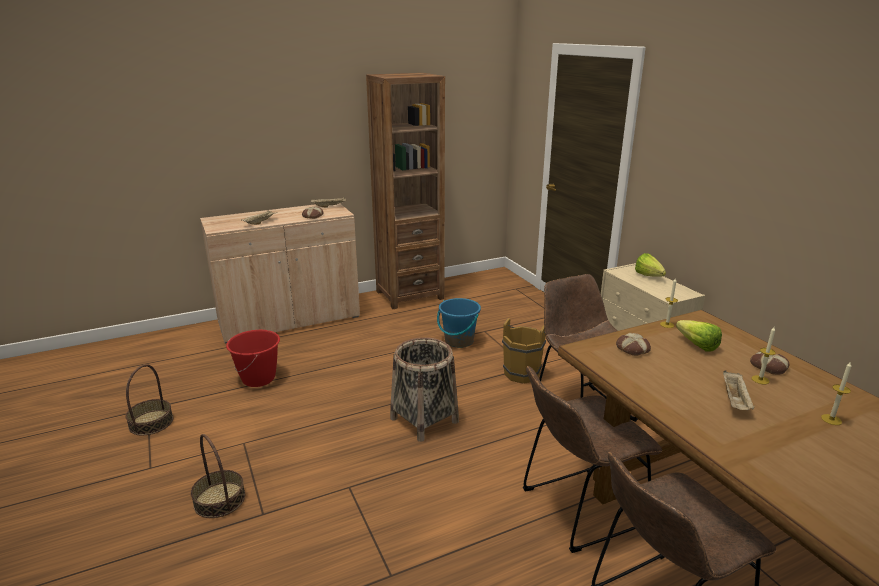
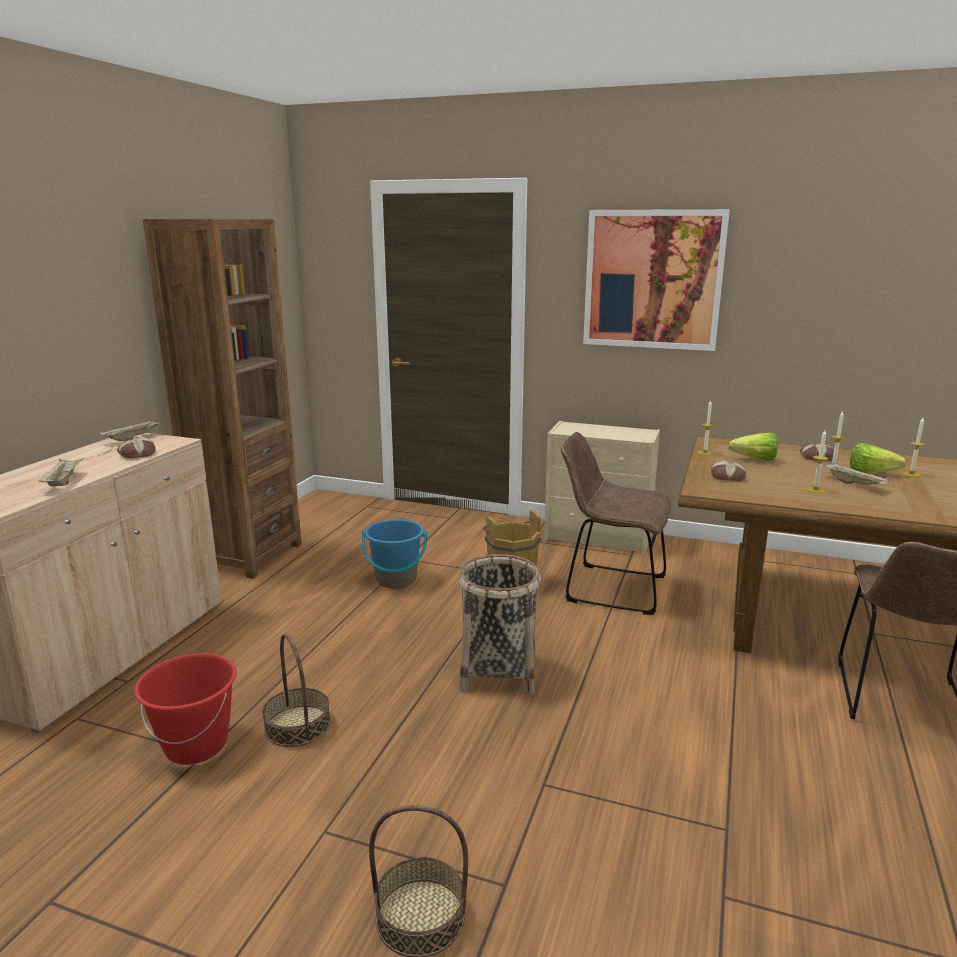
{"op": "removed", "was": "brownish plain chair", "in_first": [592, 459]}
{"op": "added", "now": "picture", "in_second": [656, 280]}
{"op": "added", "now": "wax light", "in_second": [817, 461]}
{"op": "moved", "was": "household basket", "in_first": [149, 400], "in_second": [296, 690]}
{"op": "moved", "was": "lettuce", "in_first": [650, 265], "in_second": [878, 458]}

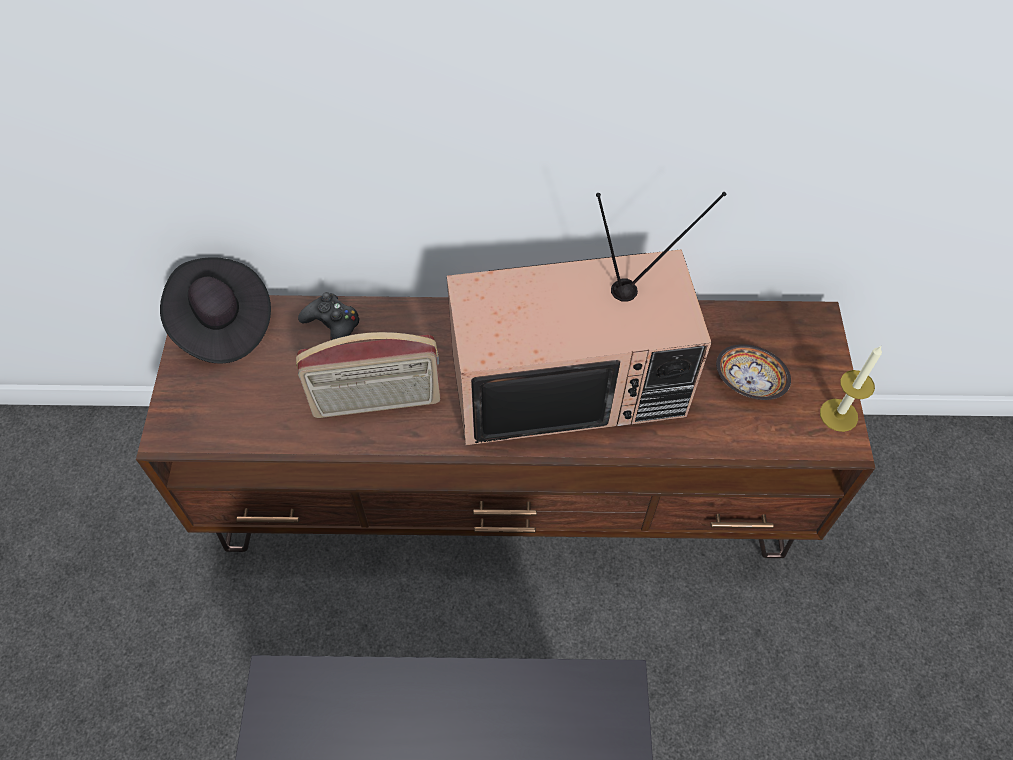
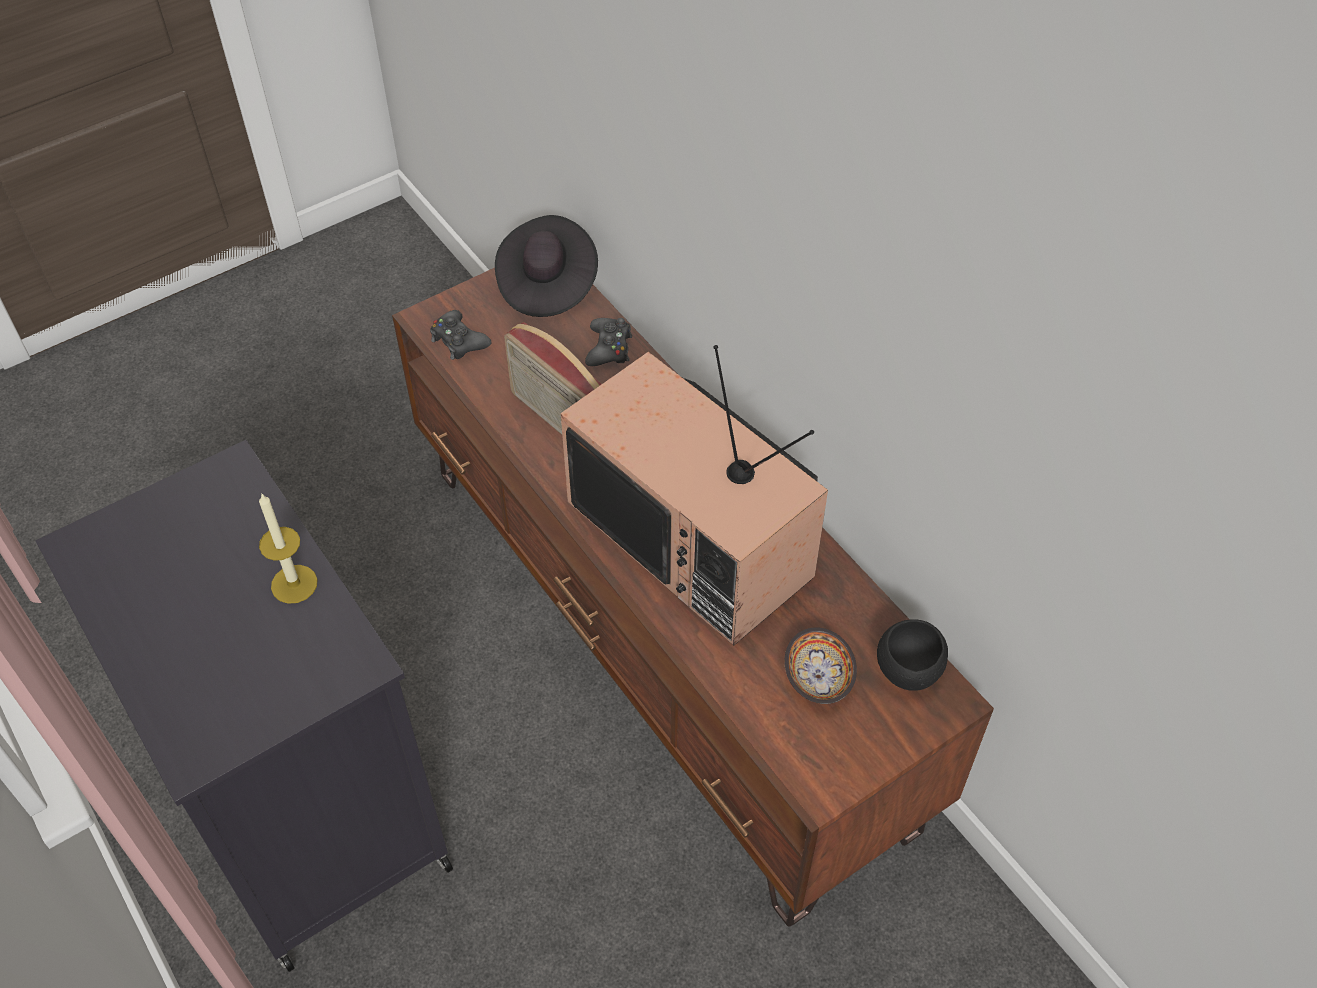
{"op": "added", "now": "blackish game controller", "in_second": [461, 335]}
{"op": "added", "now": "blackish deep dish", "in_second": [912, 655]}
{"op": "moved", "was": "wax light", "in_first": [851, 388], "in_second": [288, 548]}

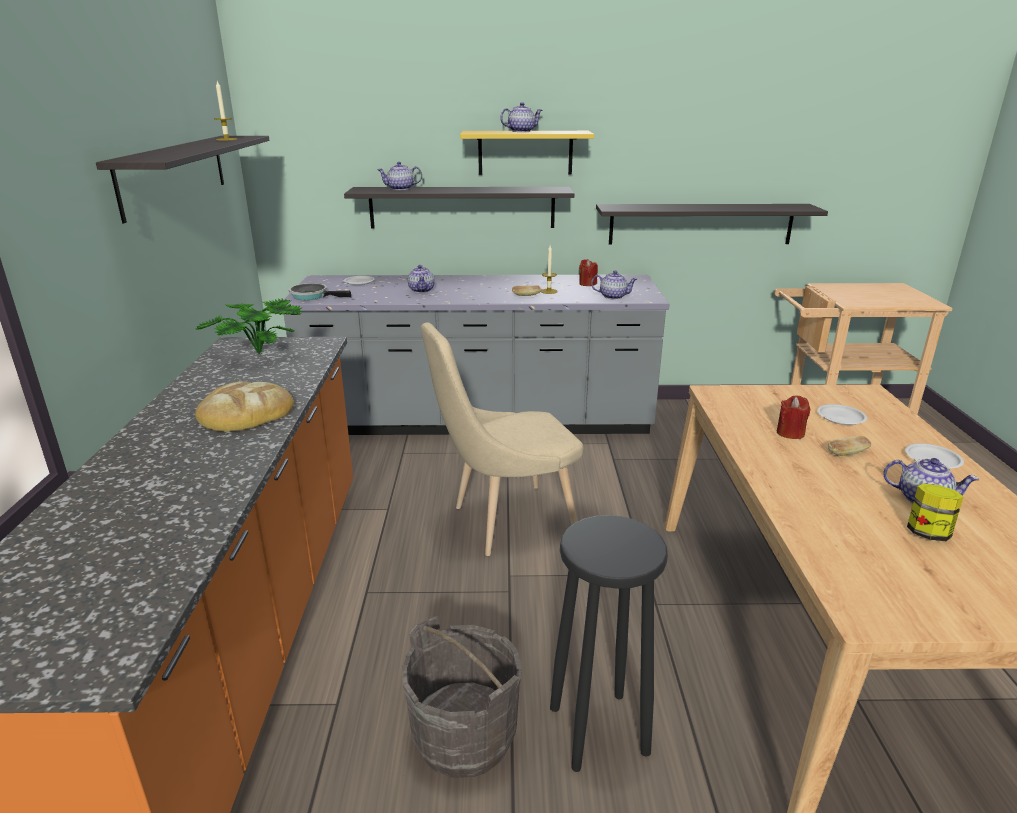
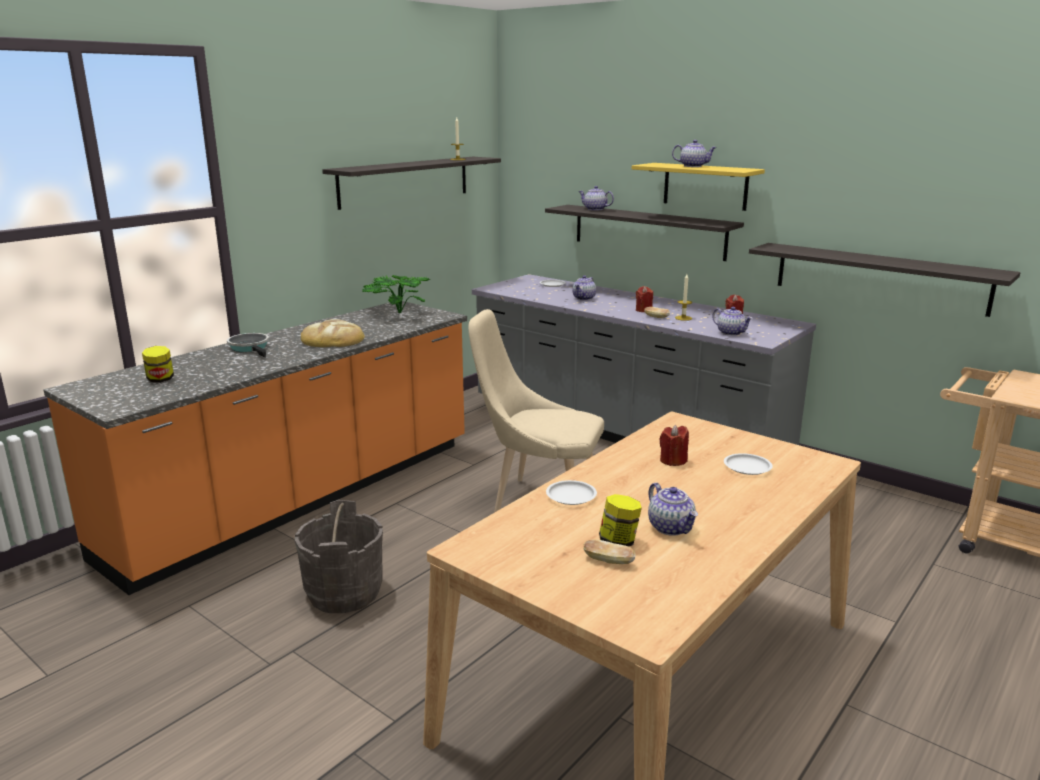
{"op": "removed", "was": "blackish sitting stool", "in_first": [609, 643]}
{"op": "added", "now": "jar", "in_second": [158, 364]}
{"op": "added", "now": "red-coloured wax light", "in_second": [644, 299]}
{"op": "moved", "was": "skillet", "in_first": [320, 291], "in_second": [248, 345]}
{"op": "moved", "was": "baked bread", "in_first": [849, 446], "in_second": [610, 551]}
{"op": "moved", "was": "white plate", "in_first": [934, 456], "in_second": [571, 492]}

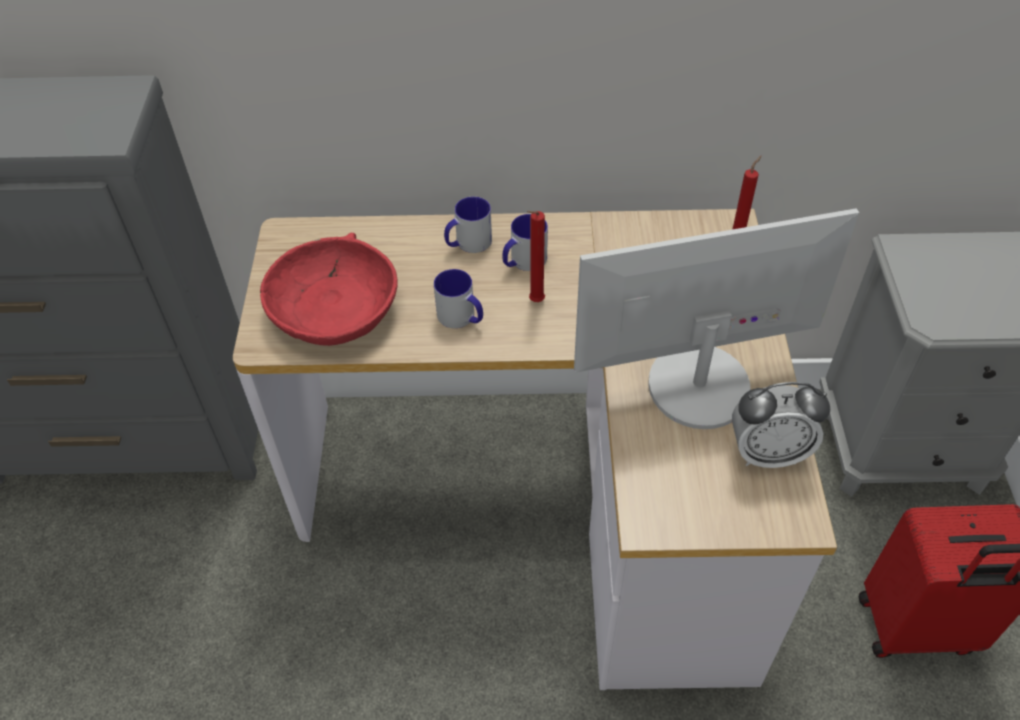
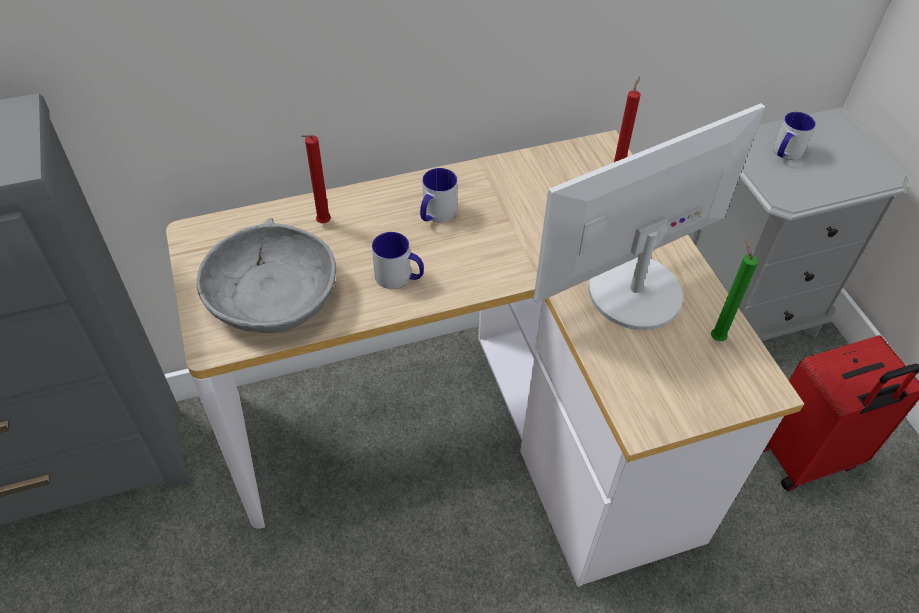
{"op": "moved", "was": "coffee mug", "in_first": [468, 225], "in_second": [794, 136]}
{"op": "moved", "was": "red-coloured wax light", "in_first": [536, 256], "in_second": [316, 179]}
{"op": "replaced", "was": "bedside clock", "now": "green wax light", "in_first": [781, 425], "in_second": [734, 290]}
{"op": "recoloured", "was": "red-coloured deep dish", "now": "gray deep dish", "in_first": [329, 289], "in_second": [266, 275]}

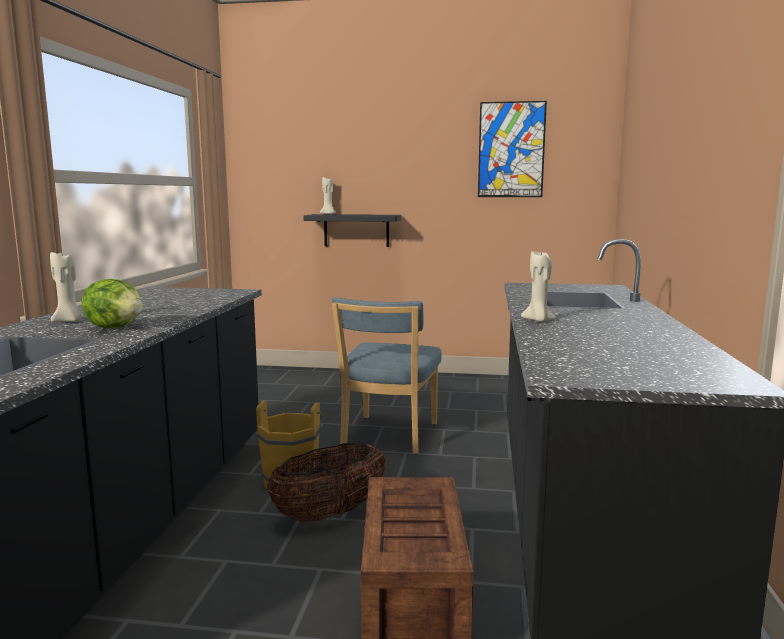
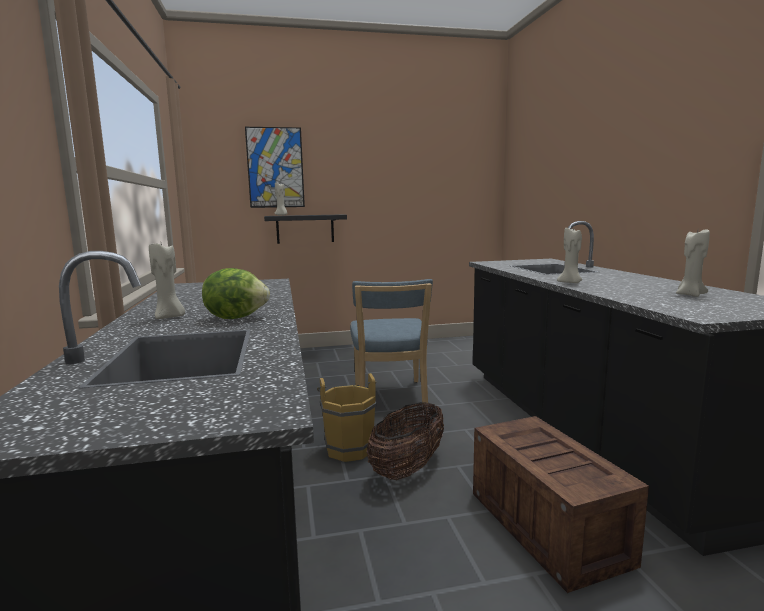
{"op": "added", "now": "sand-coloured wax light", "in_second": [693, 263]}
{"op": "moved", "was": "picture", "in_first": [512, 149], "in_second": [275, 167]}

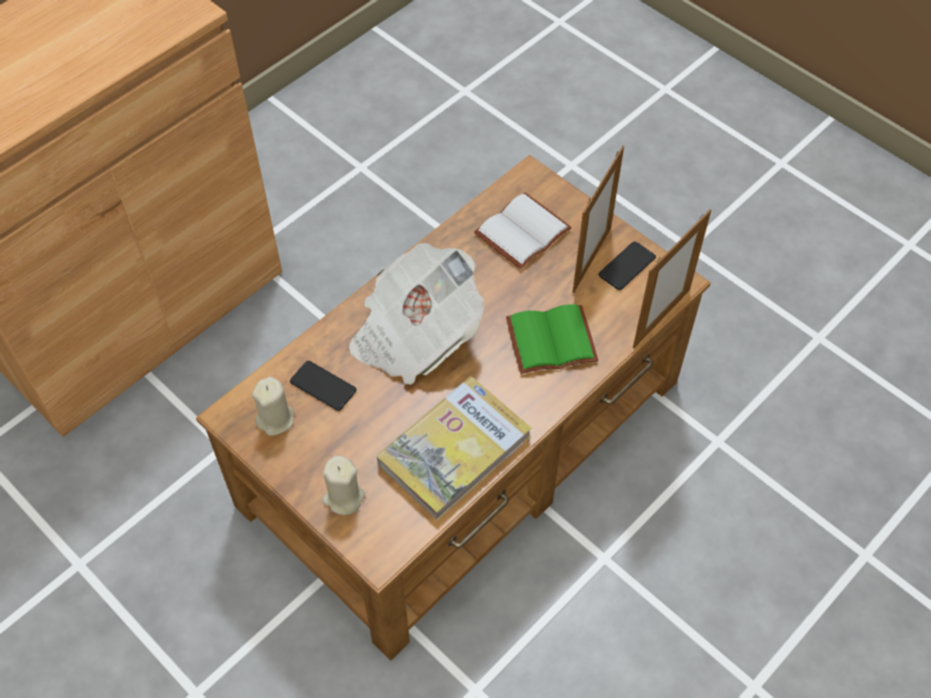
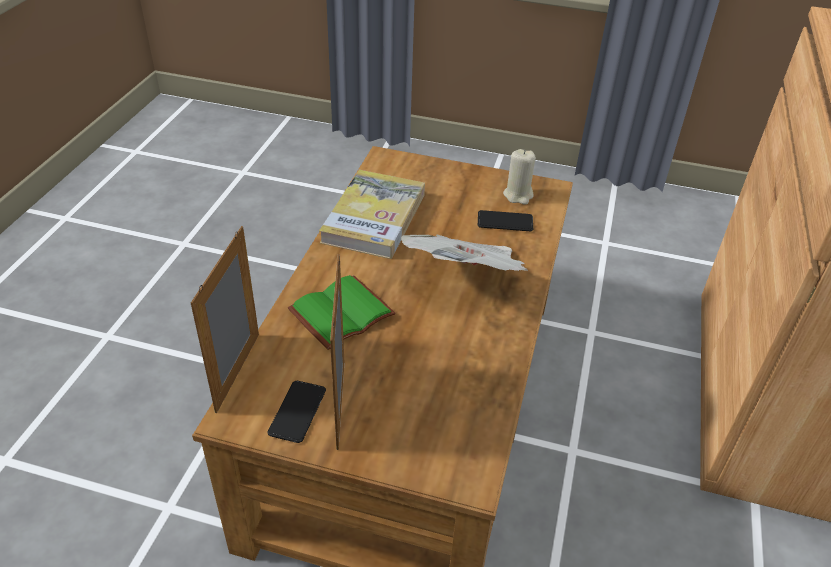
{"op": "removed", "was": "sand-coloured wax light", "in_first": [343, 485]}
{"op": "removed", "was": "white bound book", "in_first": [523, 230]}

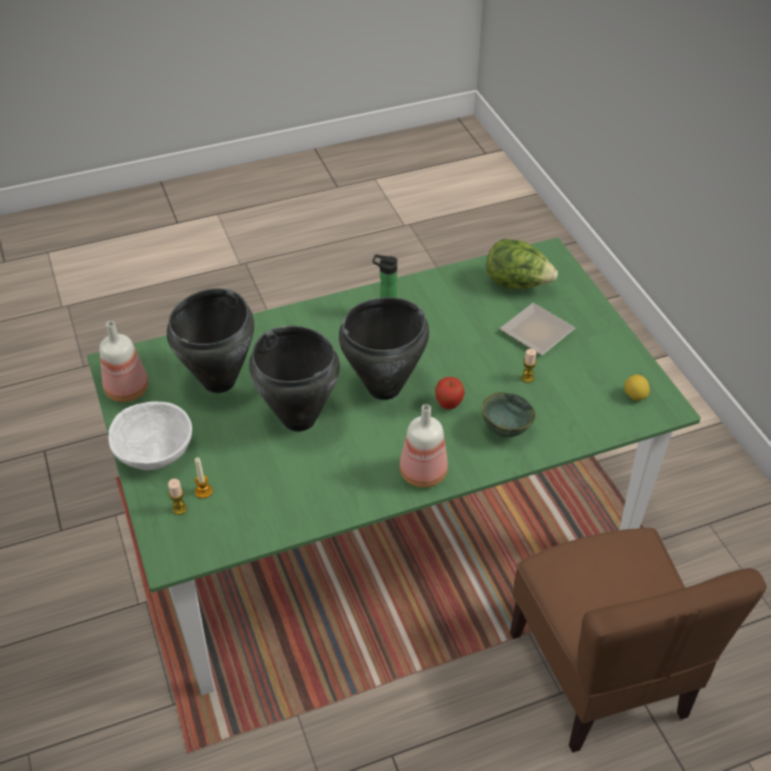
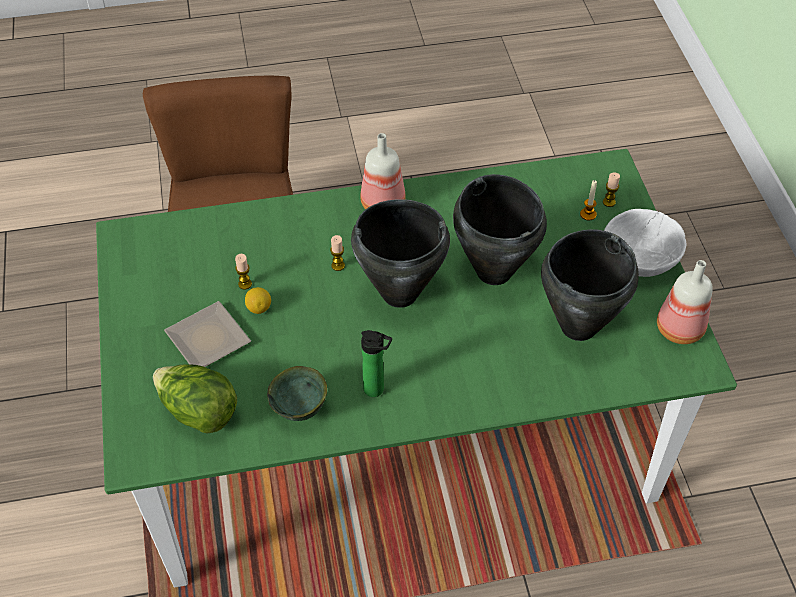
{"op": "moved", "was": "green deep dish", "in_first": [508, 414], "in_second": [297, 393]}
{"op": "moved", "was": "lemon", "in_first": [637, 387], "in_second": [258, 300]}
{"op": "replaced", "was": "apple fruit", "now": "wax light", "in_first": [450, 393], "in_second": [337, 253]}

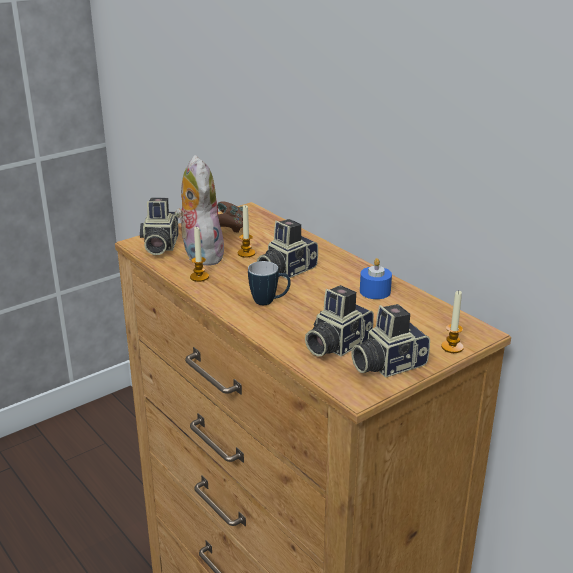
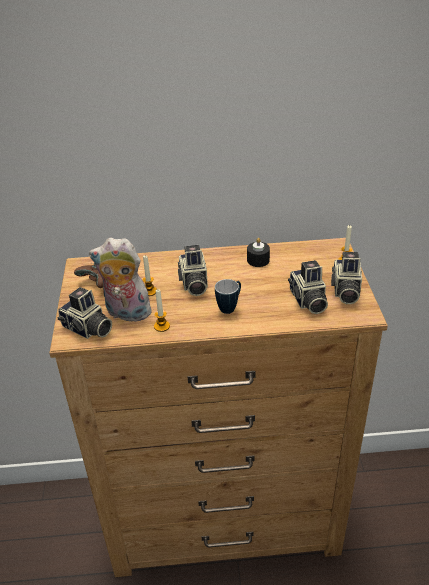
{"op": "recoloured", "was": "bluish wax light", "now": "blackish wax light", "in_first": [376, 278], "in_second": [258, 252]}

